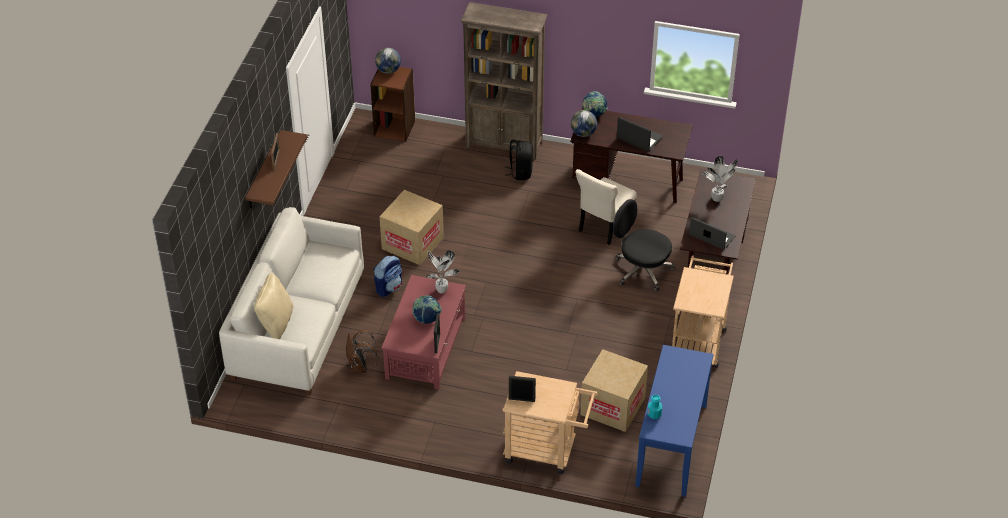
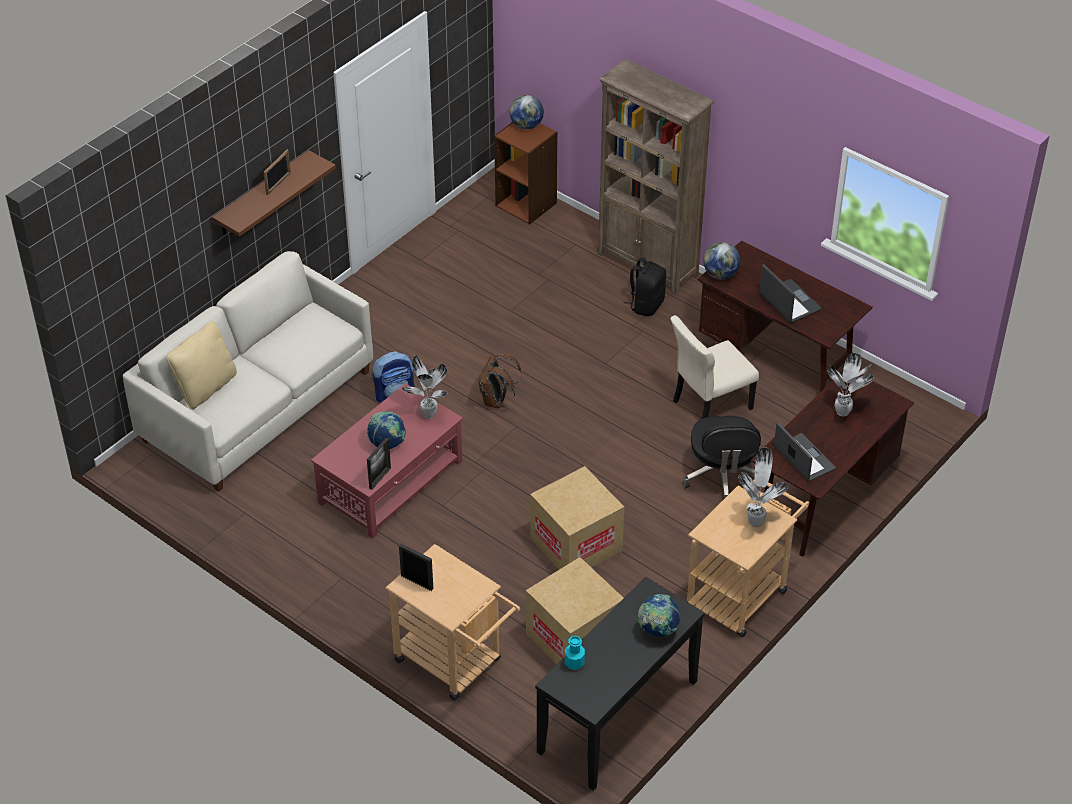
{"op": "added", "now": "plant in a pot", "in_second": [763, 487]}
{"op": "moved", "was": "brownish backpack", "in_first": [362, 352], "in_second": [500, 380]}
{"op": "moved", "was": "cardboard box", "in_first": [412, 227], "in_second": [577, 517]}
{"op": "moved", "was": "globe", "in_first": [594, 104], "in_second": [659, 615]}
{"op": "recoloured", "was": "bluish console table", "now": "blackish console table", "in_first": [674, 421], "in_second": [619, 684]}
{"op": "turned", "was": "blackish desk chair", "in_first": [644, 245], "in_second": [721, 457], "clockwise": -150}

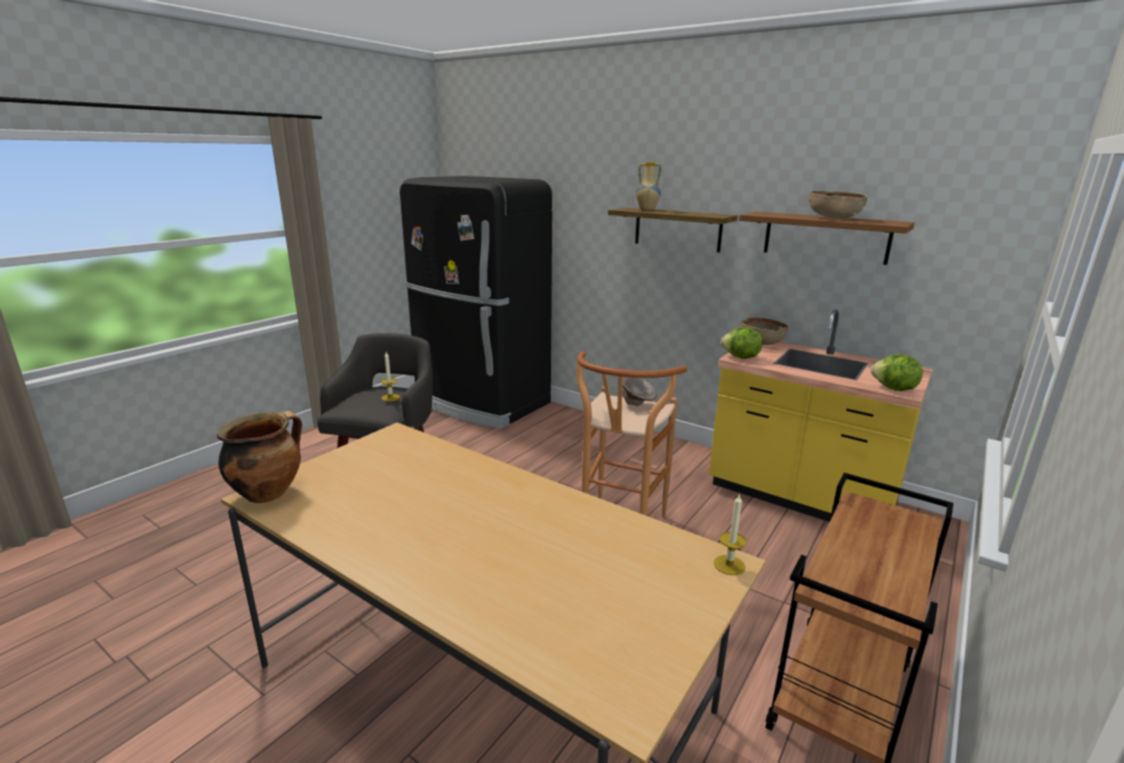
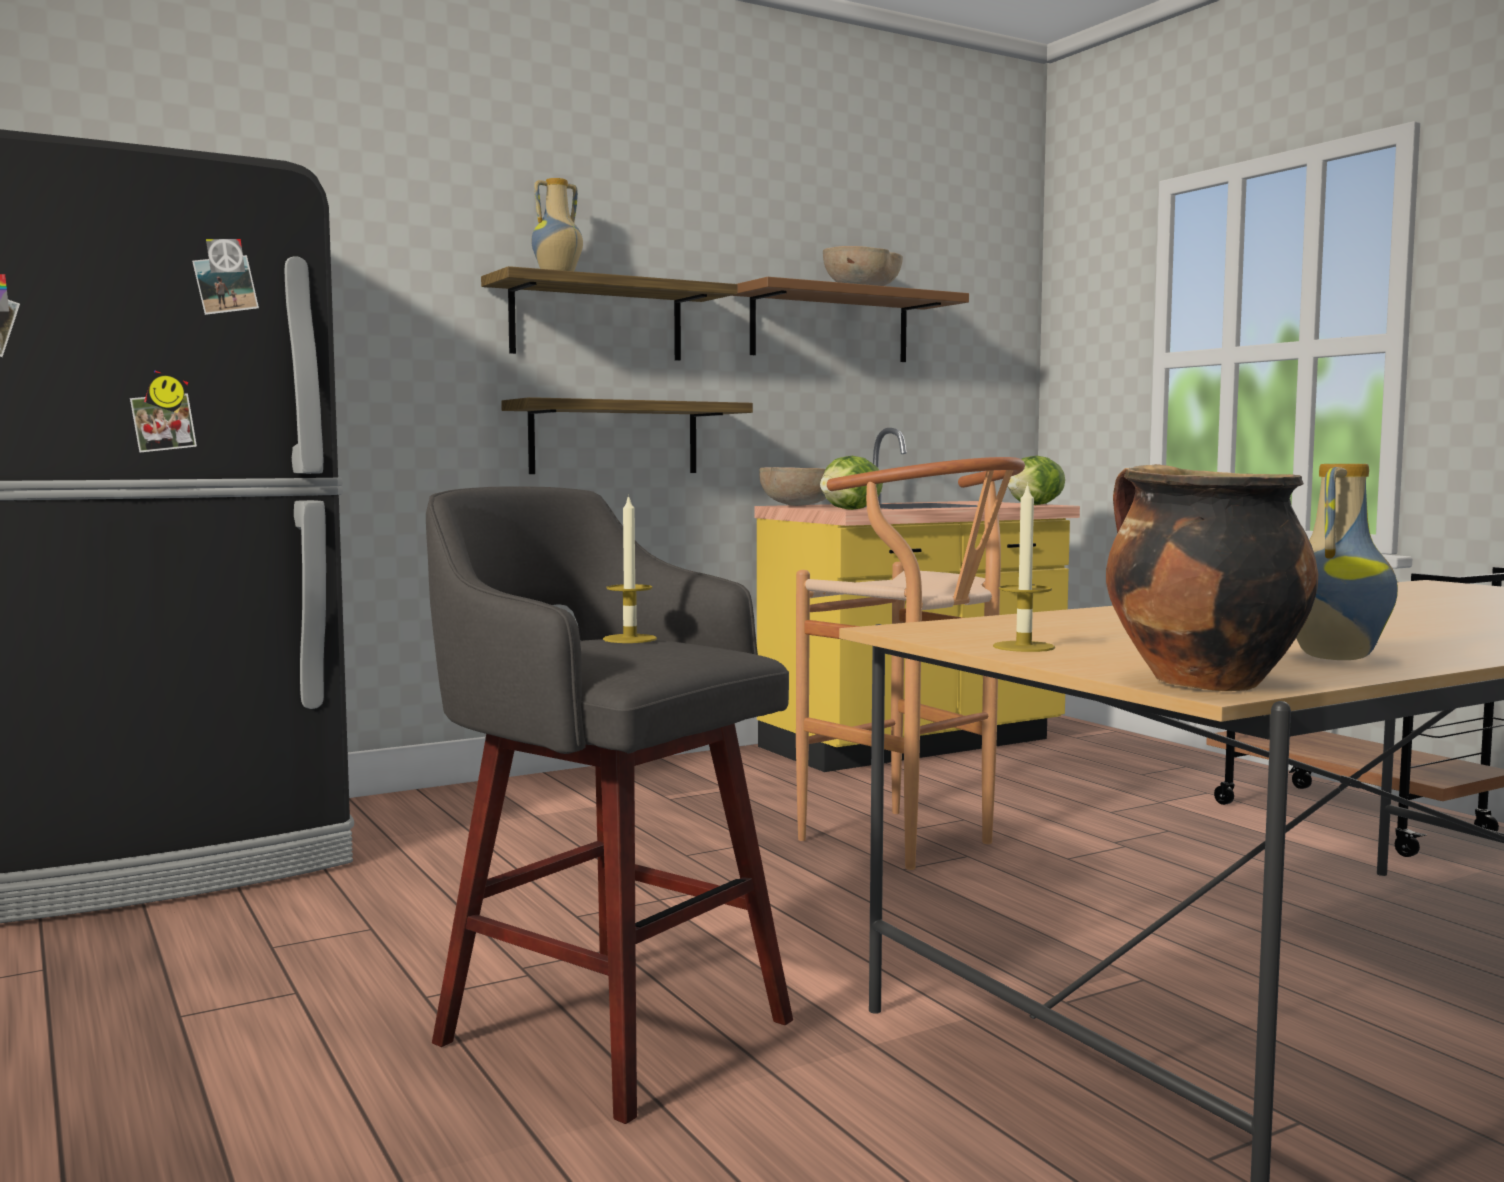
{"op": "removed", "was": "gray deep dish", "in_first": [639, 391]}
{"op": "added", "now": "shelf", "in_second": [627, 435]}
{"op": "added", "now": "flower vase", "in_second": [1347, 562]}
{"op": "moved", "was": "wax light", "in_first": [730, 534], "in_second": [1024, 567]}

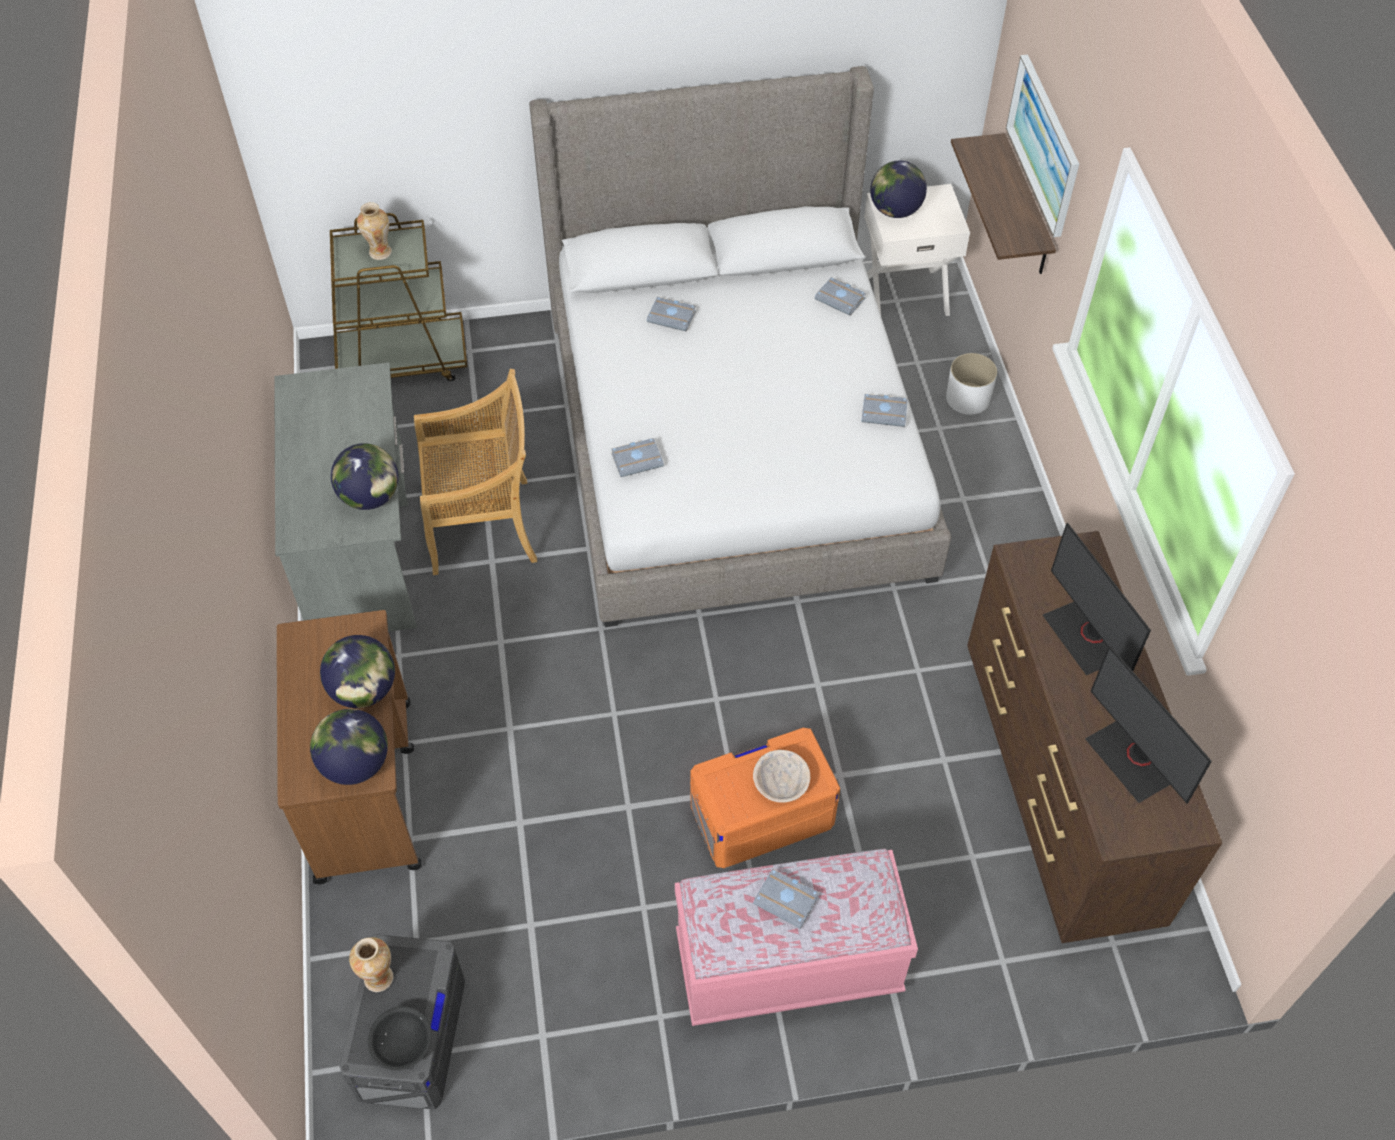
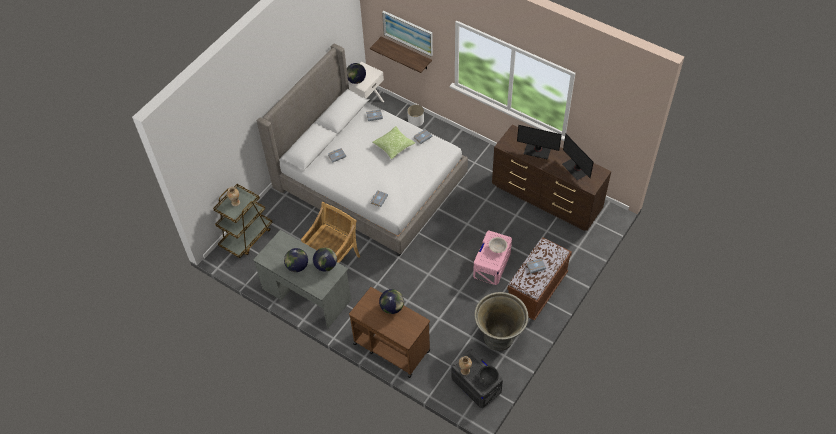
{"op": "added", "now": "cushion", "in_second": [394, 143]}
{"op": "added", "now": "gray flower pot", "in_second": [501, 321]}
{"op": "moved", "was": "globe", "in_first": [349, 747], "in_second": [296, 260]}
{"op": "recoloured", "was": "pink-coloured bench", "now": "brownish bench", "in_first": [796, 937], "in_second": [539, 279]}
{"op": "recoloured", "was": "orange storage bin", "now": "pink-coloured storage bin", "in_first": [765, 798], "in_second": [492, 258]}
{"op": "turned", "was": "computer display", "in_first": [1148, 725], "in_second": [578, 157], "clockwise": 45}

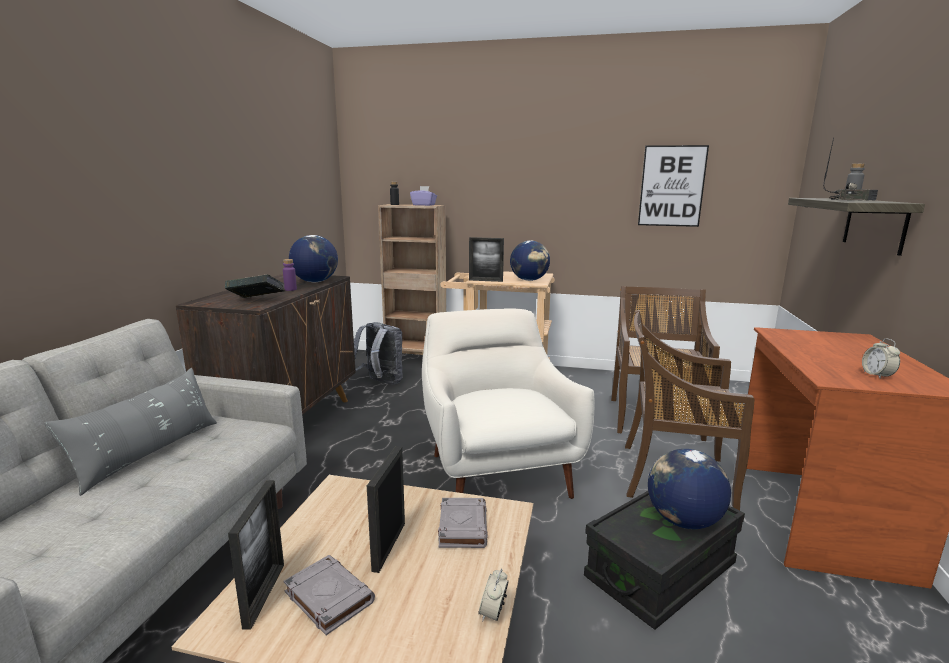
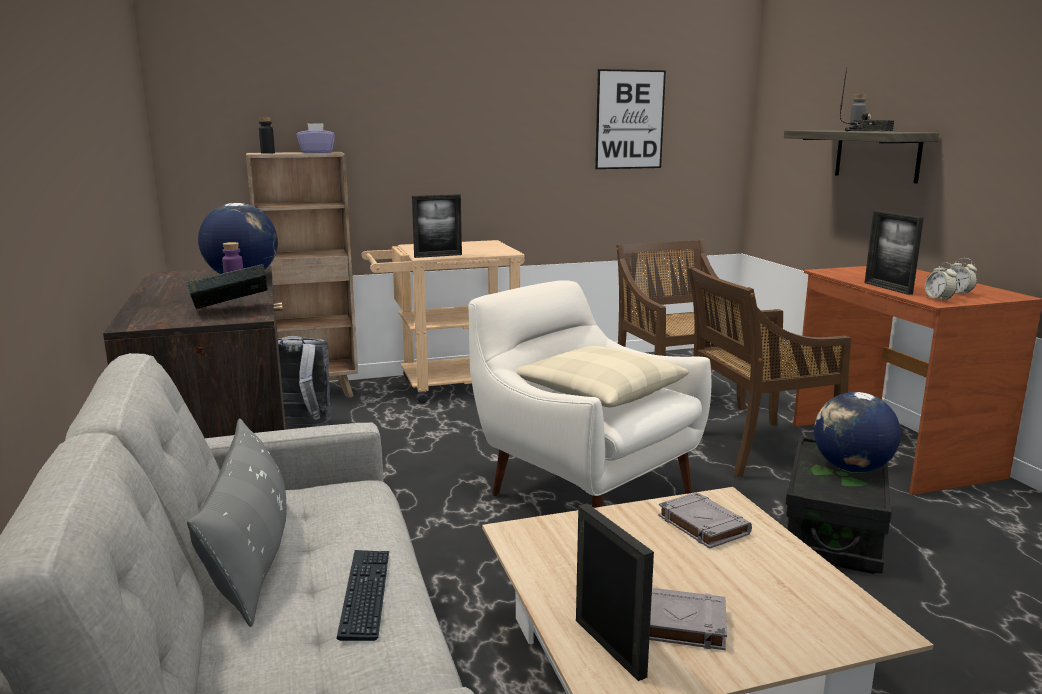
{"op": "removed", "was": "globe", "in_first": [530, 260]}
{"op": "added", "now": "PC keyboard", "in_second": [363, 595]}
{"op": "added", "now": "sand-coloured cushion", "in_second": [603, 376]}
{"op": "moved", "was": "standing frame", "in_first": [386, 509], "in_second": [894, 253]}
{"op": "moved", "was": "bedside clock", "in_first": [493, 595], "in_second": [941, 282]}

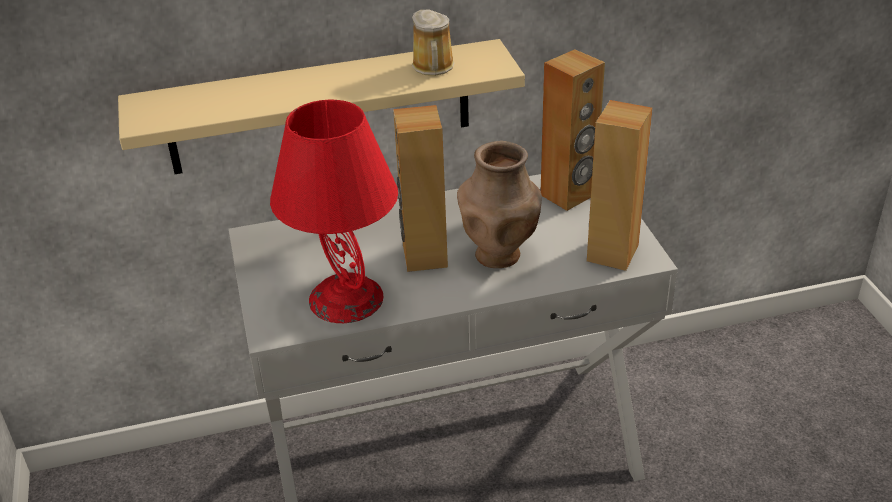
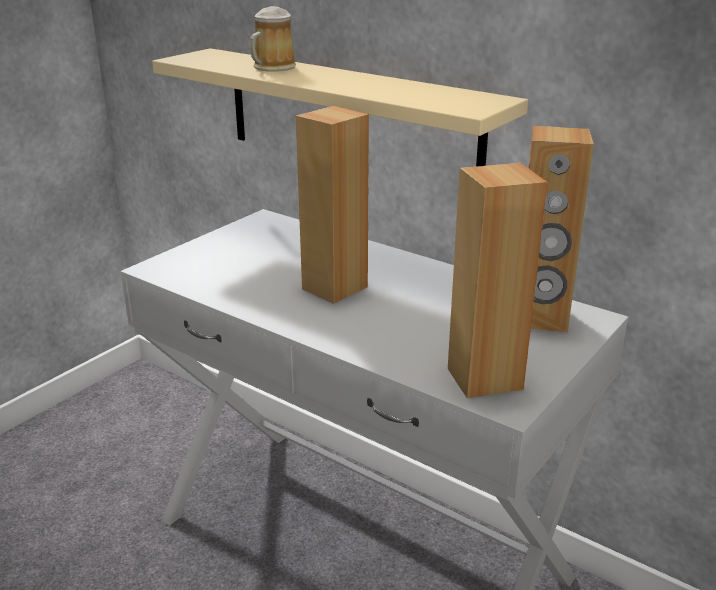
{"op": "removed", "was": "red-coloured table lamp", "in_first": [334, 211]}
{"op": "removed", "was": "brownish flower vase", "in_first": [499, 204]}
{"op": "moved", "was": "coffee mug", "in_first": [433, 43], "in_second": [272, 39]}

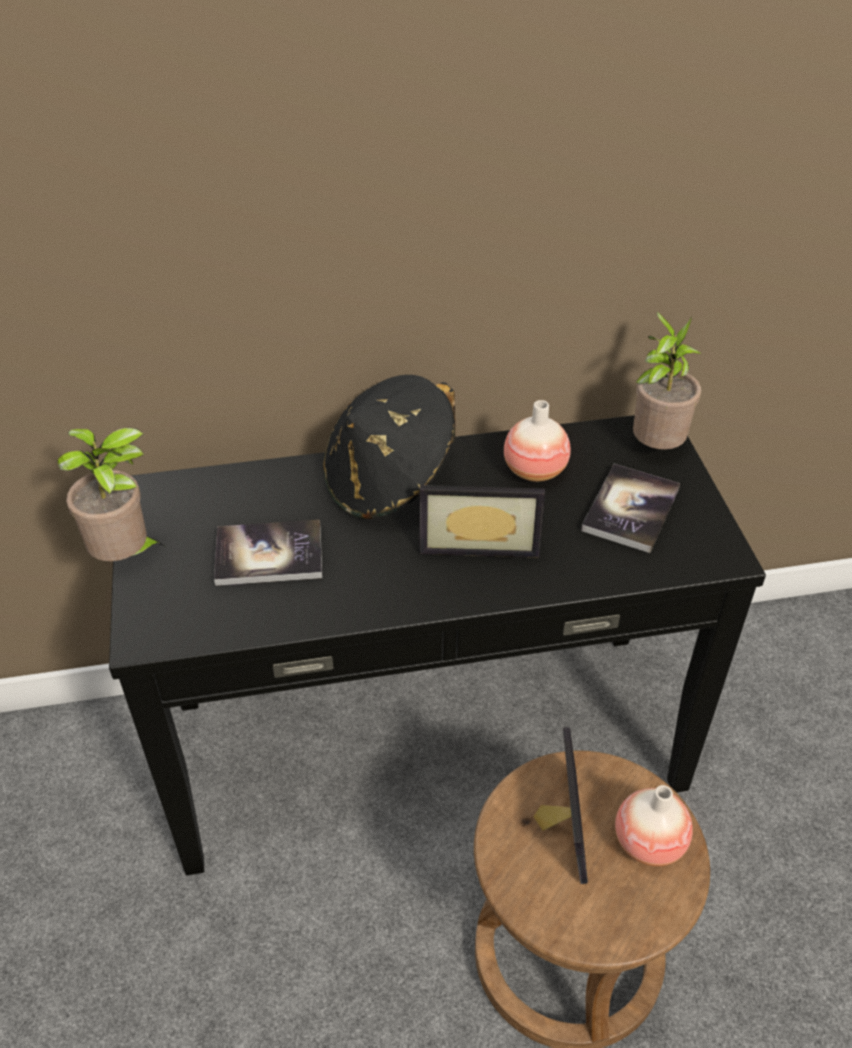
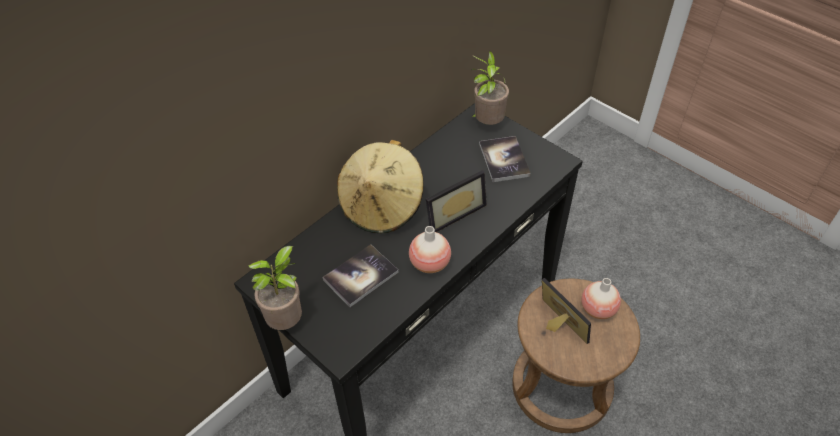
{"op": "moved", "was": "flower vase", "in_first": [537, 441], "in_second": [430, 249]}
{"op": "recoloured", "was": "blackish clothing hat", "now": "sand-coloured clothing hat", "in_first": [389, 447], "in_second": [380, 186]}

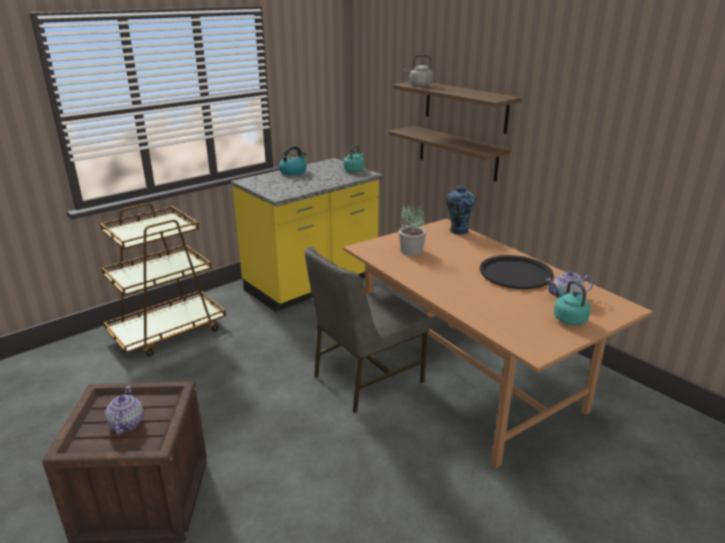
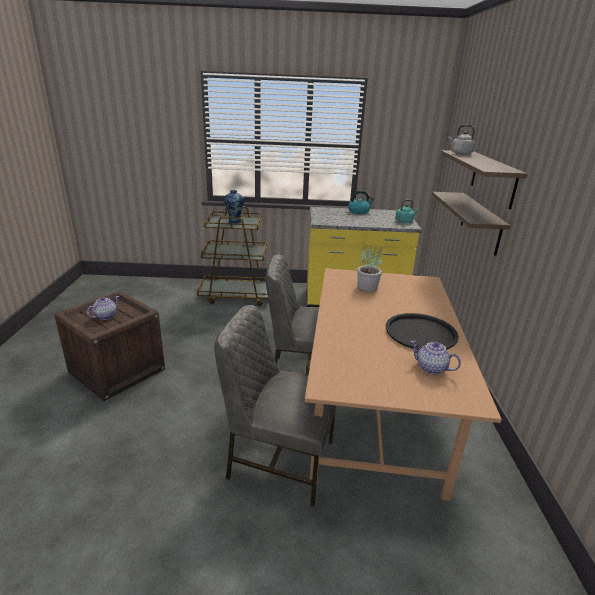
{"op": "removed", "was": "turquoise-coloured tea kettle", "in_first": [572, 302]}
{"op": "added", "now": "gray plain chair", "in_second": [275, 406]}
{"op": "moved", "was": "flower vase", "in_first": [461, 210], "in_second": [234, 207]}

